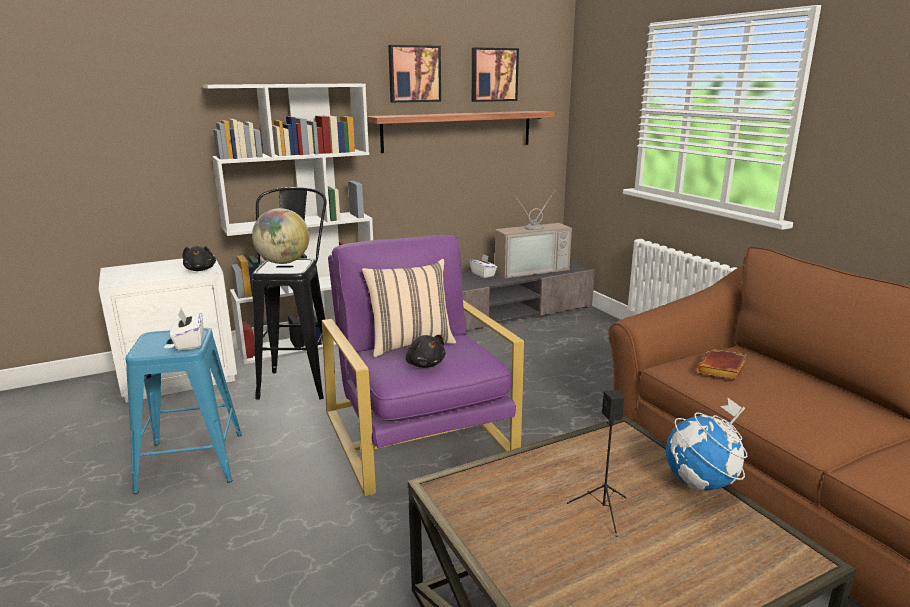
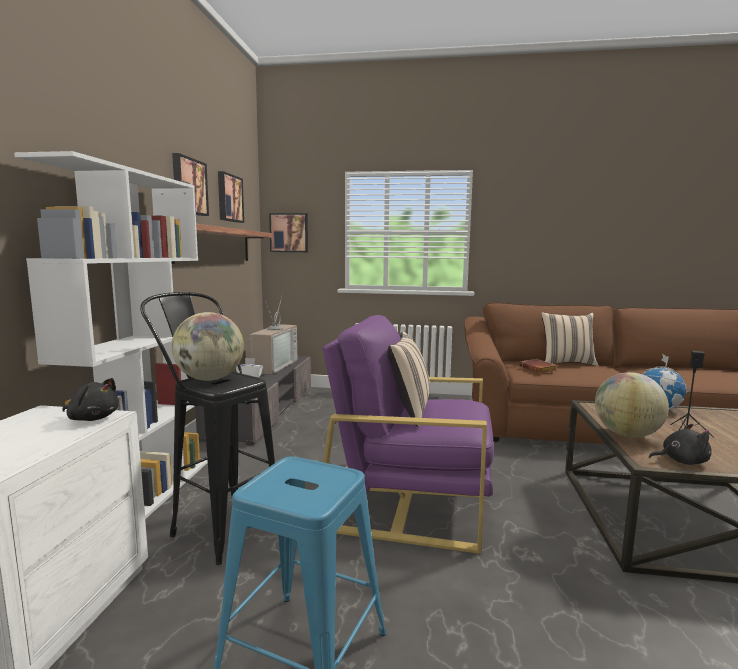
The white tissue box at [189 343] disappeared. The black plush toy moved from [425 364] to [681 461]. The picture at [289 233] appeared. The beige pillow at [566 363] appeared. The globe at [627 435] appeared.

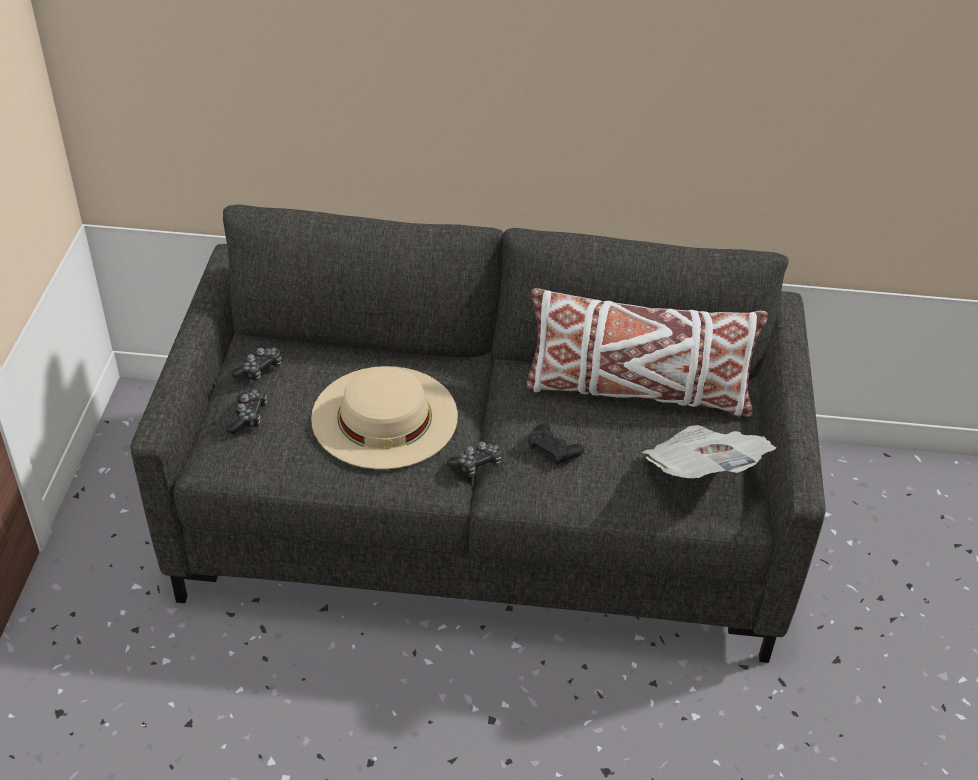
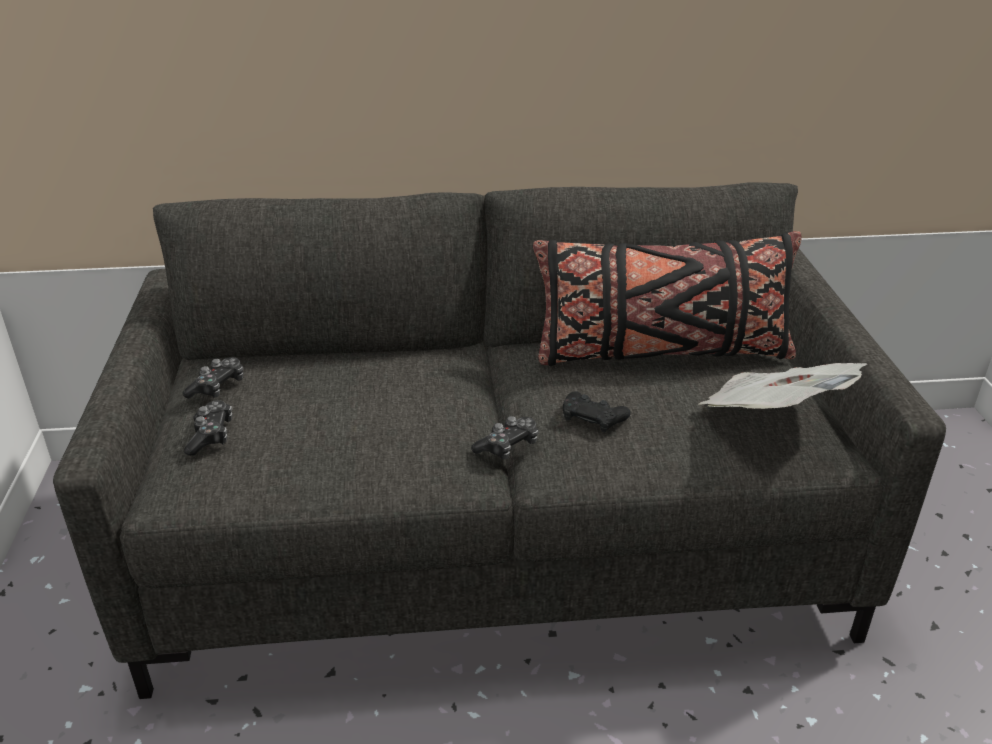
The white pillow at [637 391] became the black pillow at [661 352]. The beige hat at [384 416] disappeared.

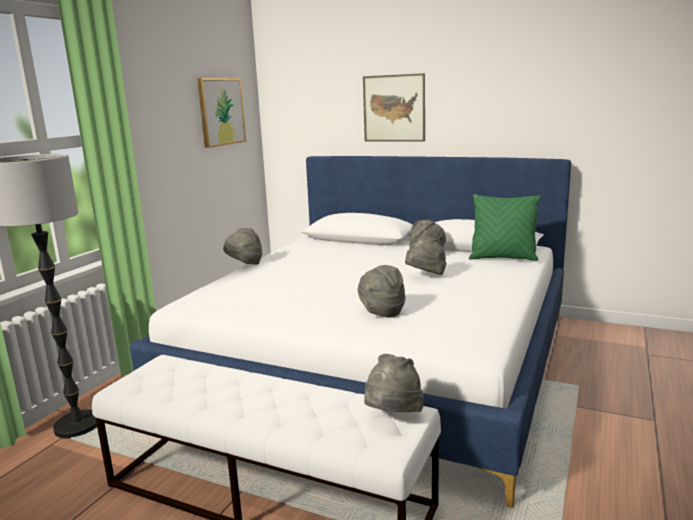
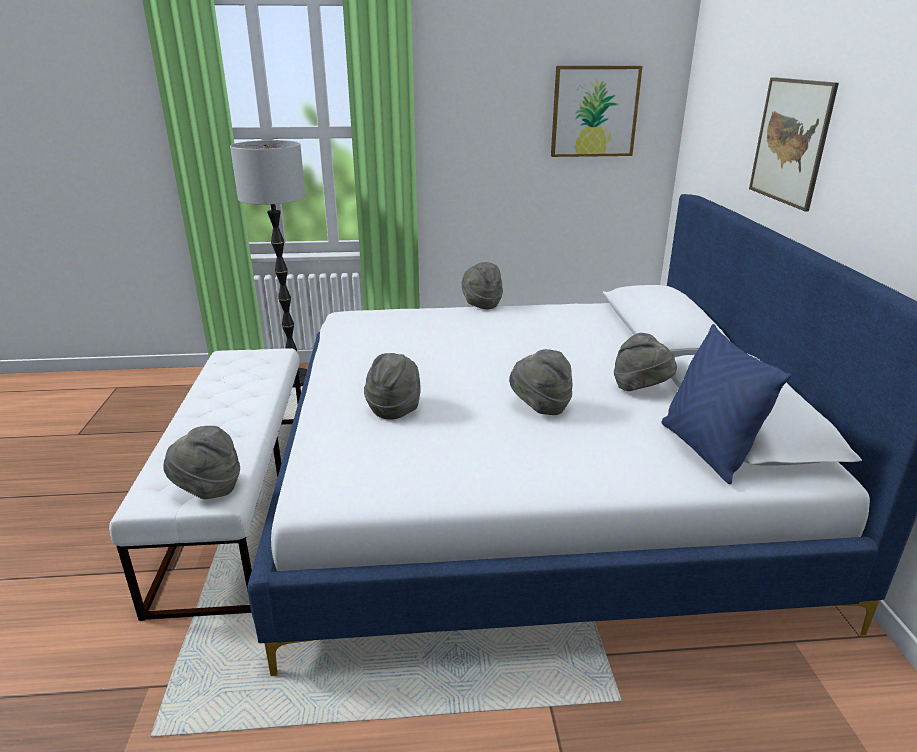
The green pillow at [502 258] became the blue pillow at [706 450].

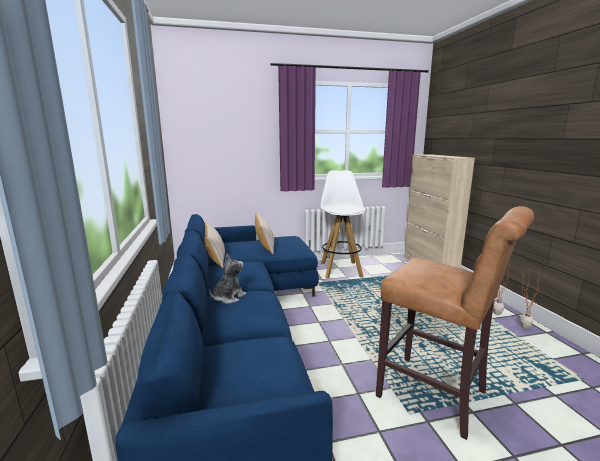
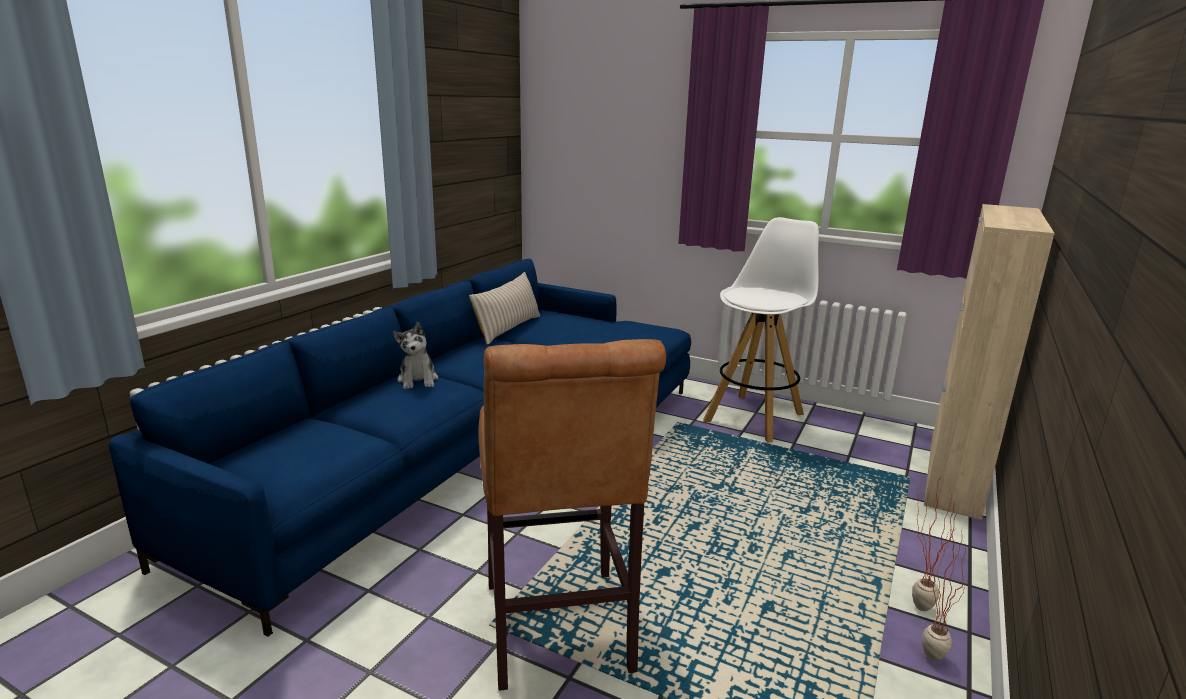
The beige pillow at [264 245] disappeared. The plush toy at [228 297] turned 90 degrees clockwise.

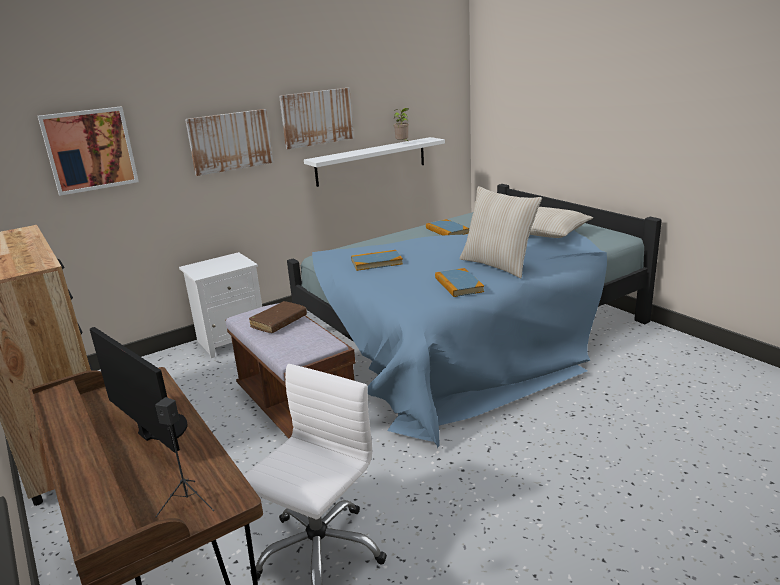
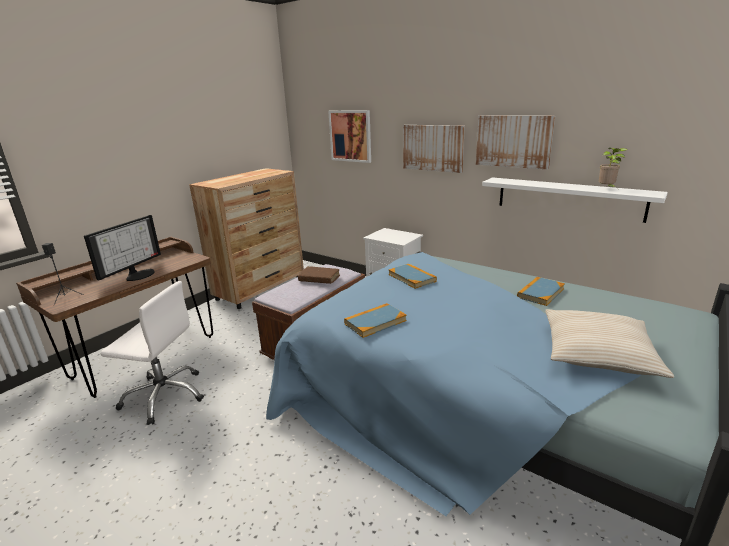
The beige pillow at [498 265] disappeared.

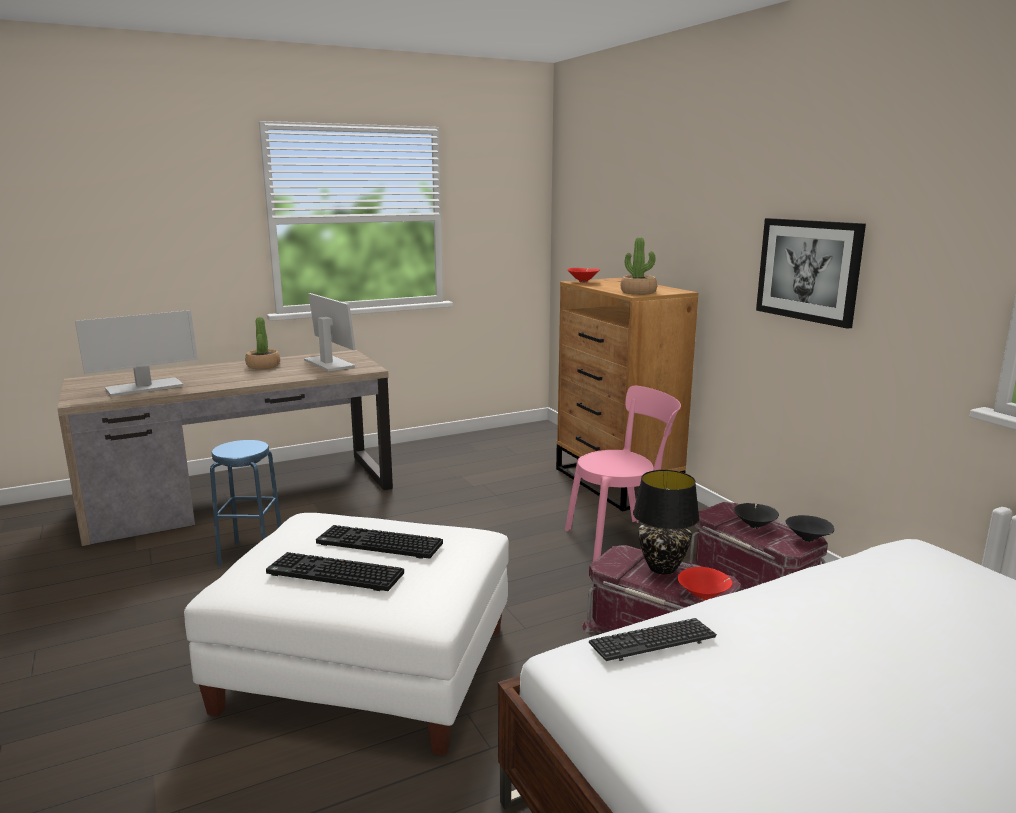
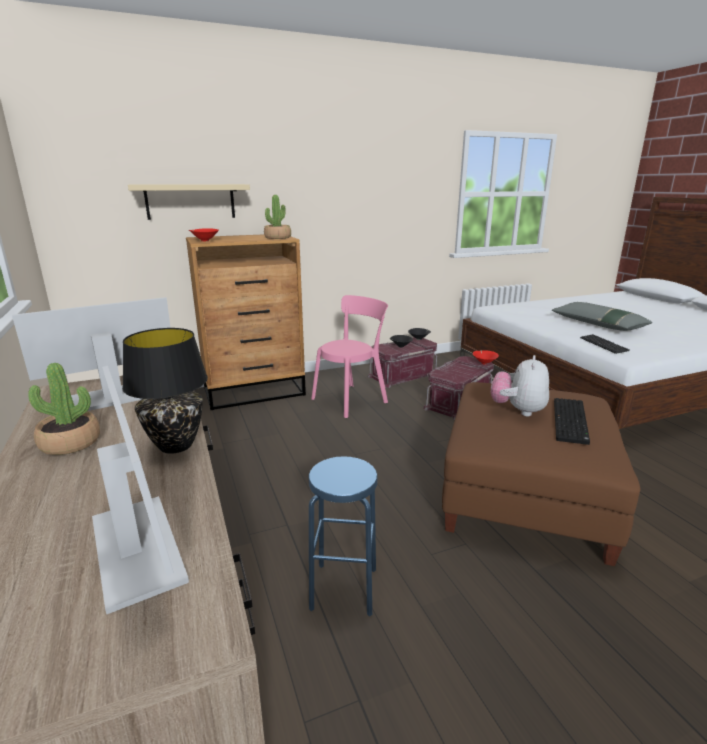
The picture at [808 270] disappeared. The pink chair at [622 542] turned 60 degrees clockwise. The black table lamp moved from [661 568] to [175 446]. The white ottoman at [366 668] became the brown ottoman at [525 494]. The keyboard at [377 544] was replaced by the plush toy at [518 410]. The beige shelf at [190 201] appeared. The grey pillow at [597 324] appeared.

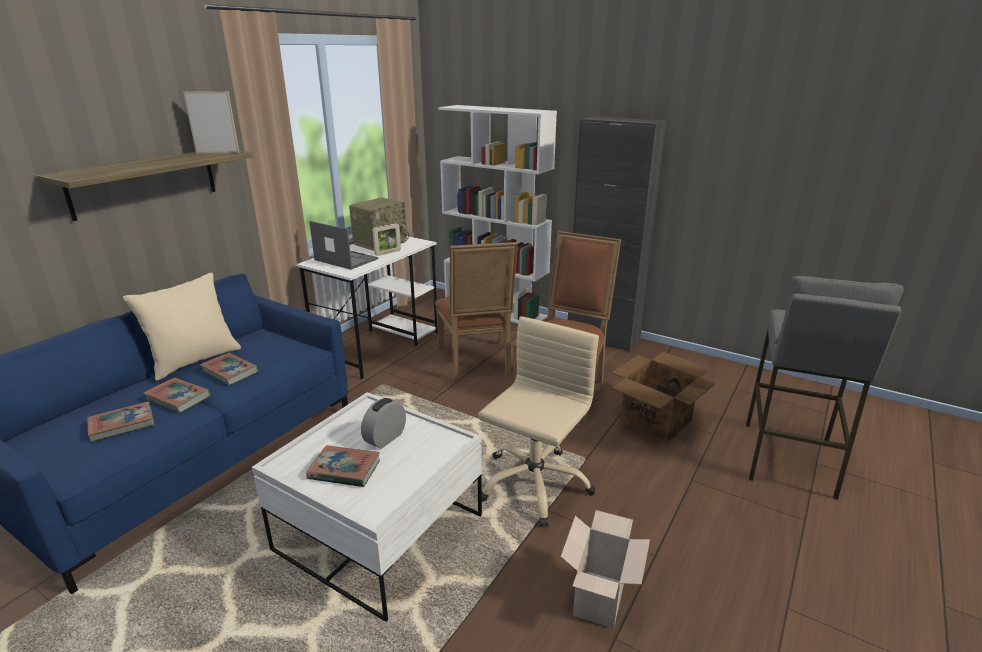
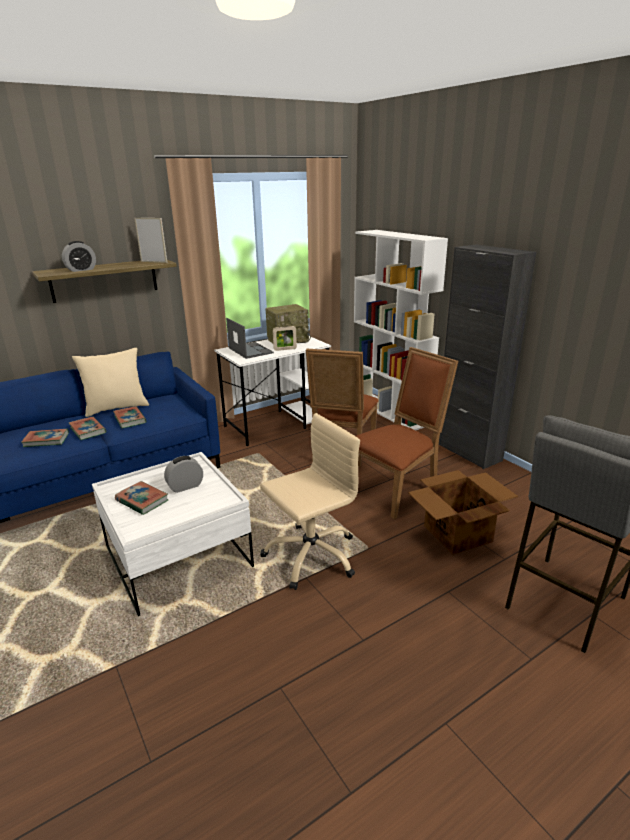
The cardboard box at [600 601] disappeared. The alarm clock at [81 270] appeared.

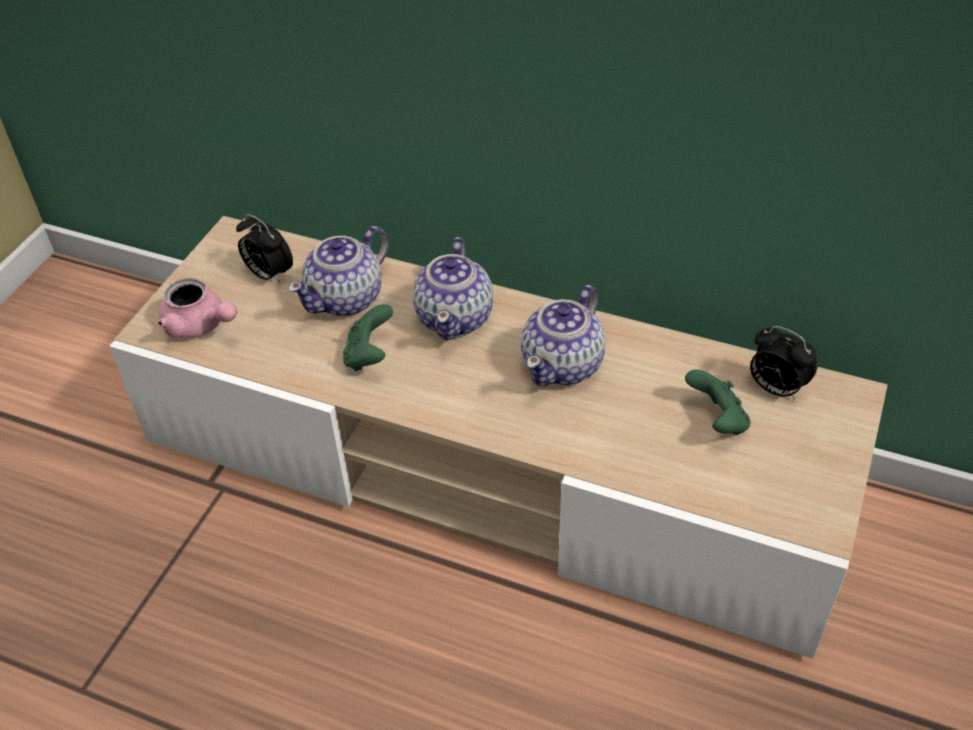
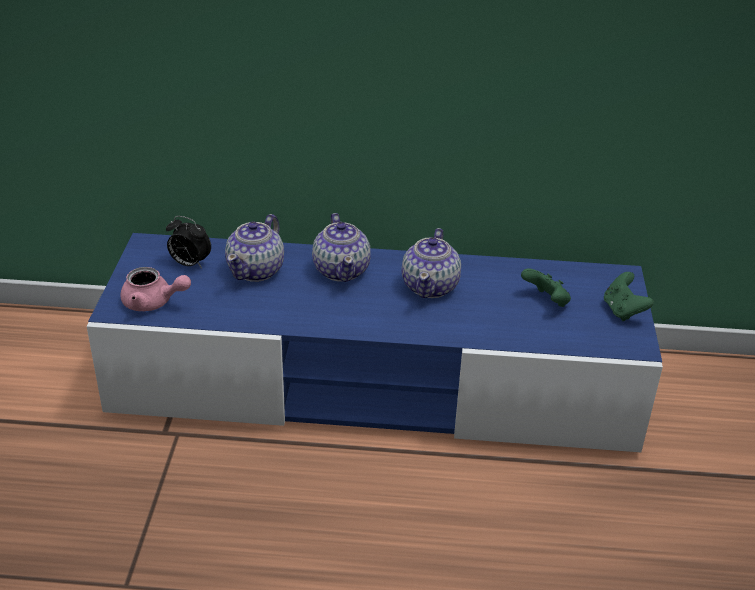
The beige tv stand at [490 466] became the blue tv stand at [374 384]. The green game controller moved from [369 355] to [623 311]. The alarm clock at [775 388] disappeared.

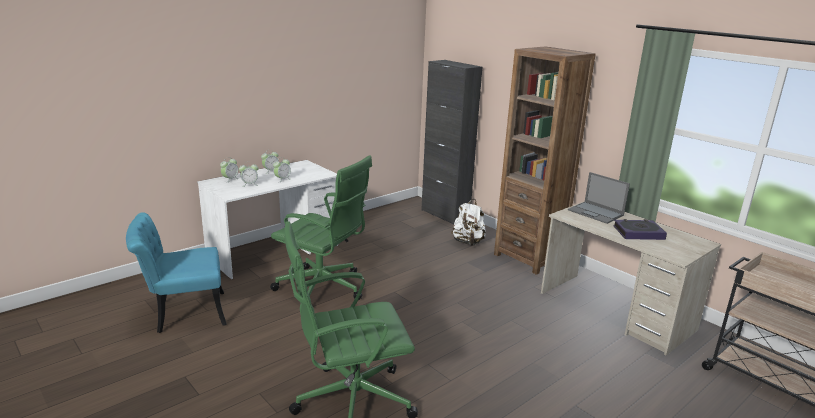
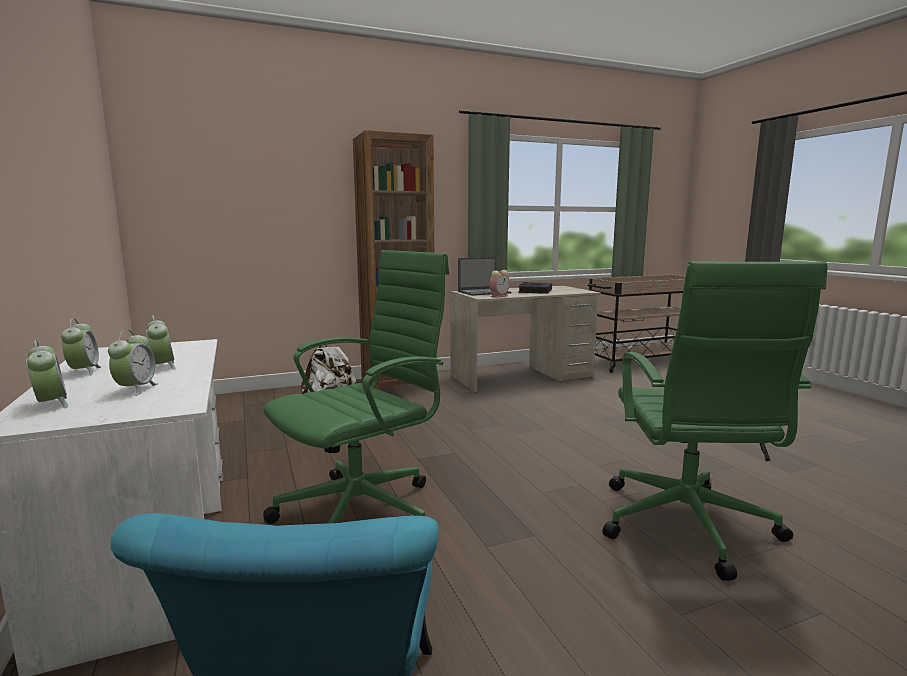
The black cabinet at [445 215] disappeared. The alarm clock at [499 296] appeared.

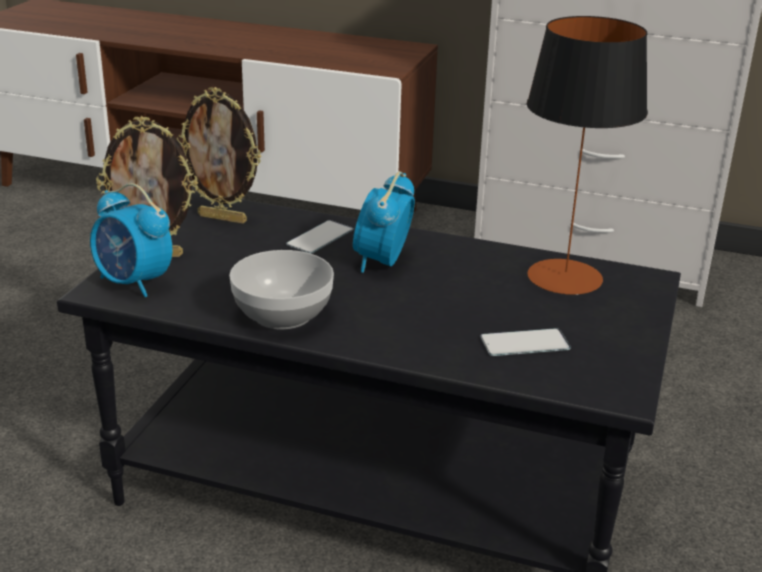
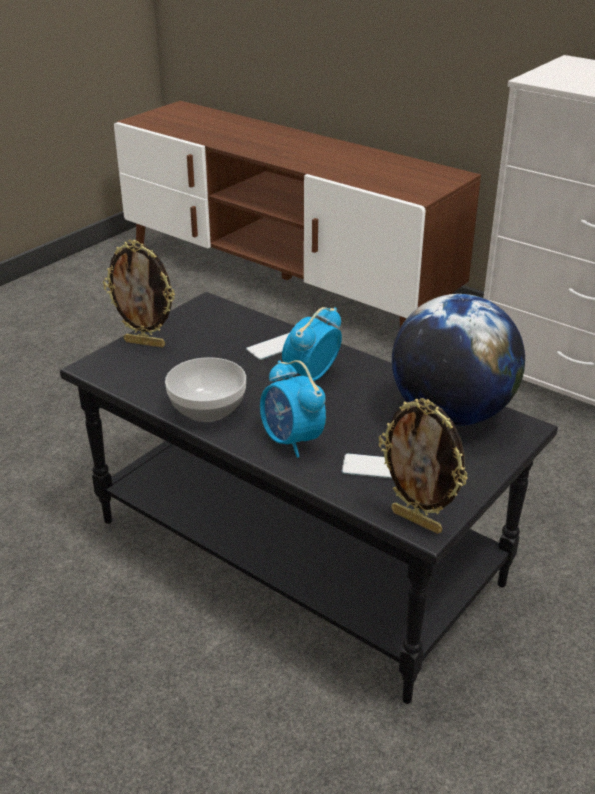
The table lamp at [565 277] was replaced by the globe at [451 414]. The picture frame moved from [223 218] to [417 521]. The alarm clock moved from [134 283] to [291 441].

